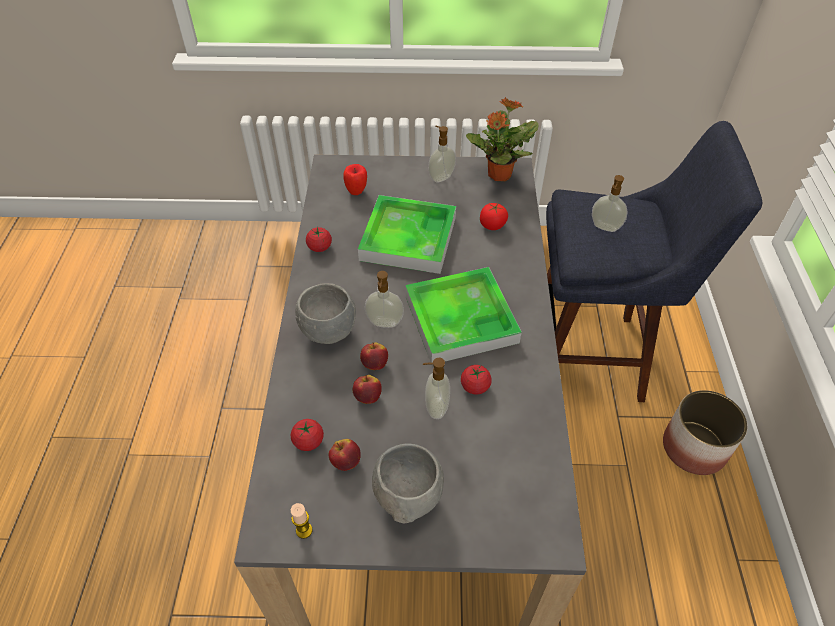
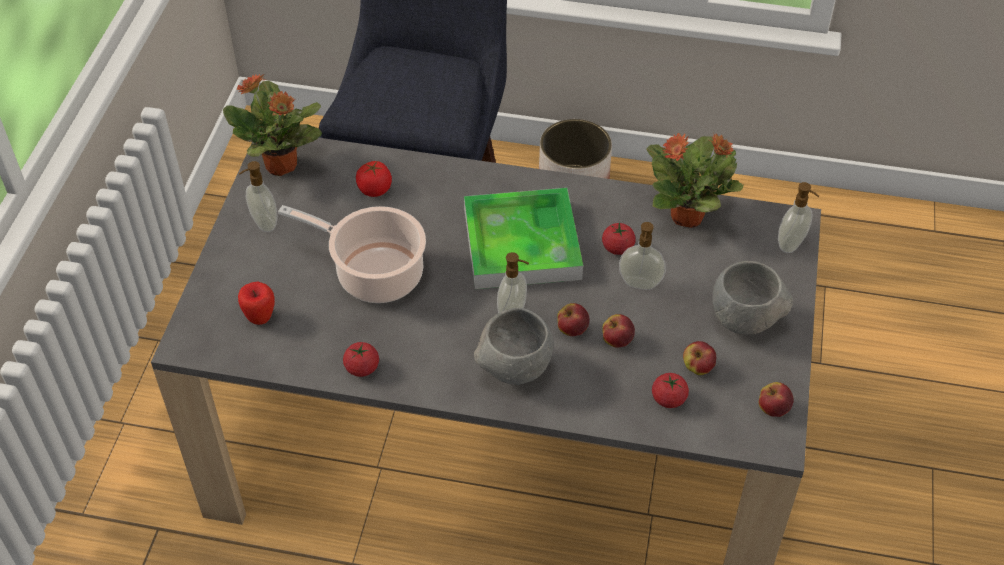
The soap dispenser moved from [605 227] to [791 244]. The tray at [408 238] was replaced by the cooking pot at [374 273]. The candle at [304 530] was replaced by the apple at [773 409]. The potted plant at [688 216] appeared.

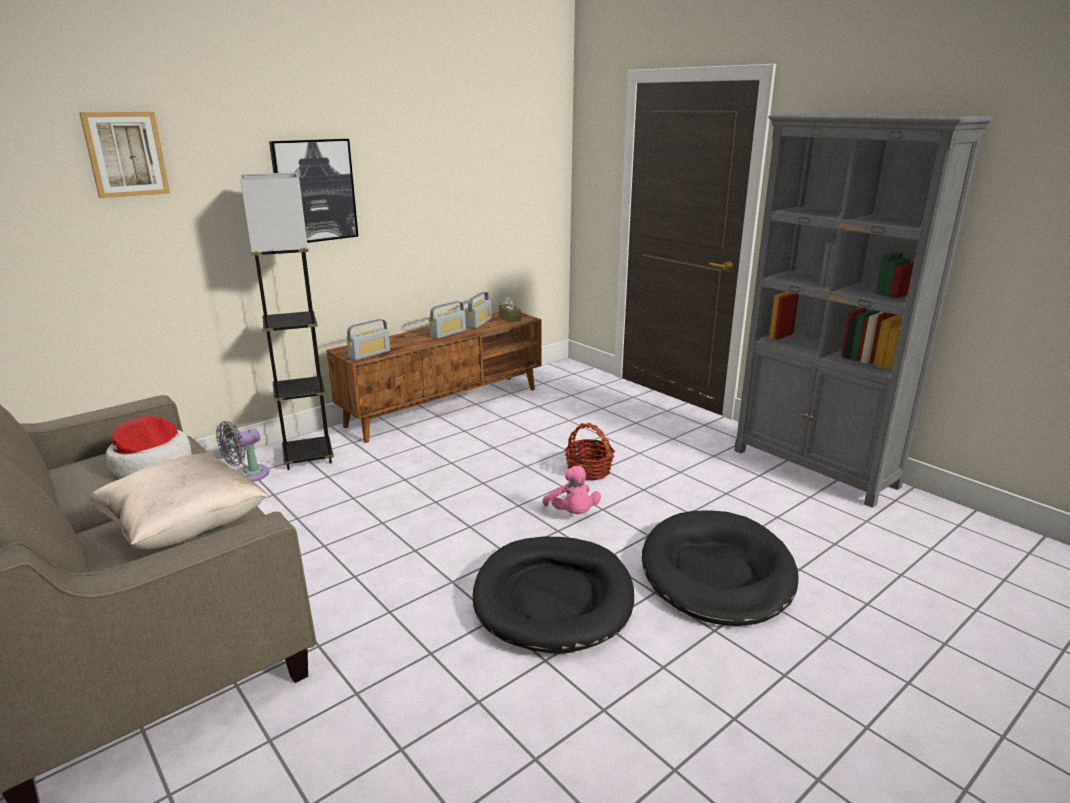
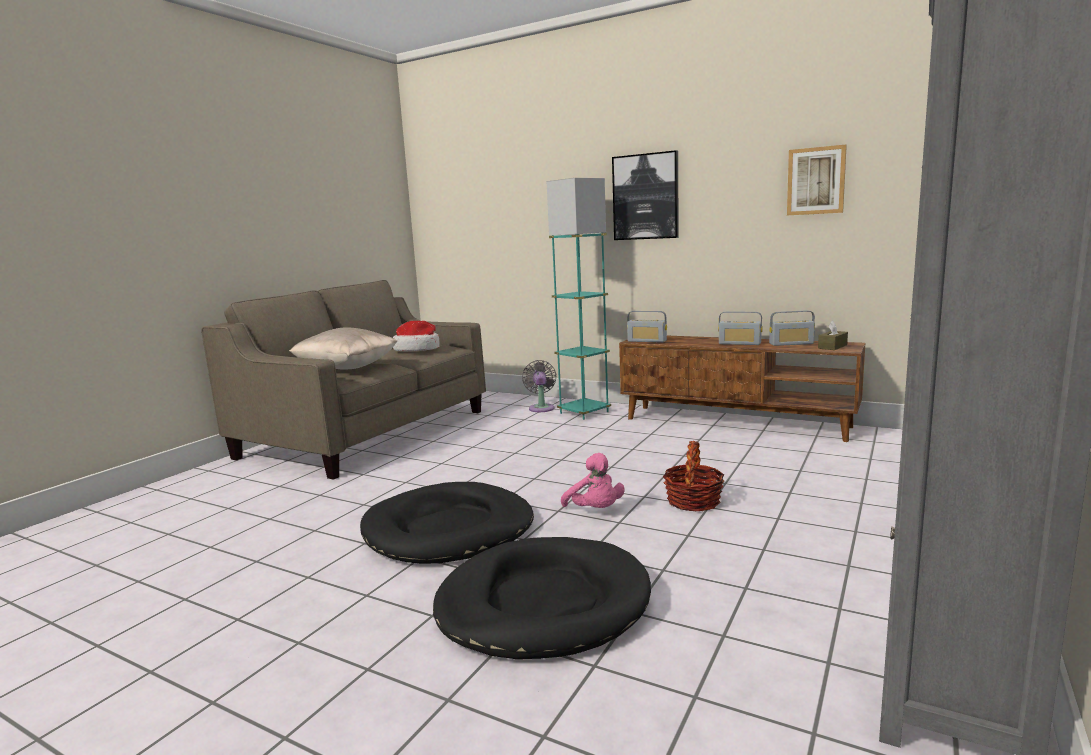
The picture moved from [126 154] to [816 181]. The grey floor lamp at [308 457] became the turquoise floor lamp at [584 412]. The grey fan at [247 475] turned 60 degrees clockwise. The pink plush toy at [572 513] turned 75 degrees counterclockwise.

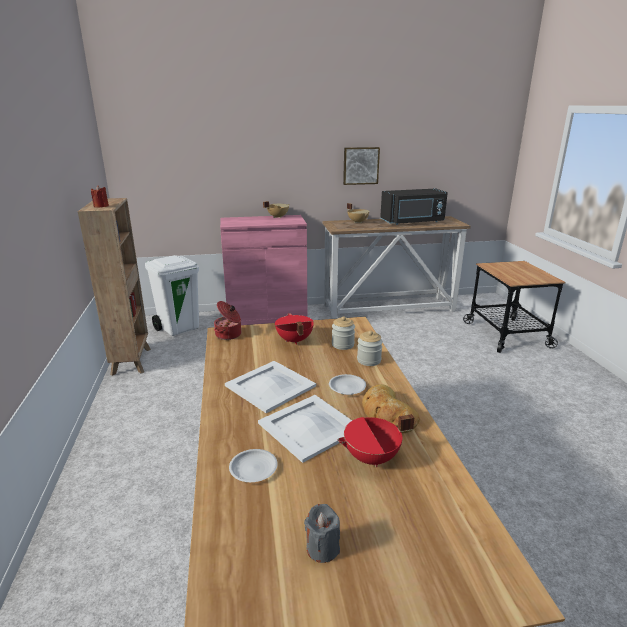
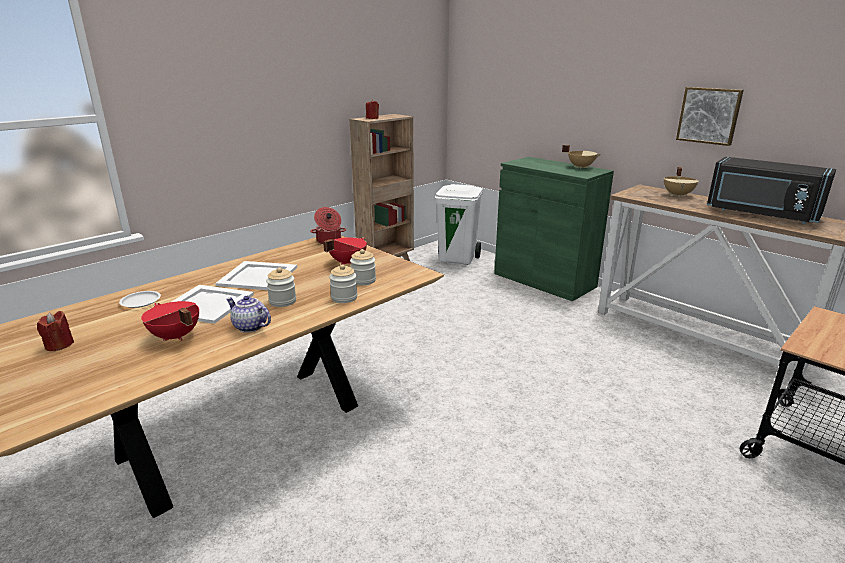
The pink cabinet at [266 315] became the green cabinet at [544 280]. The white plate at [347 387] was replaced by the jar at [282 301]. The bread at [387 414] was replaced by the teapot at [249 327]. The grey candle at [322 548] became the red candle at [59 345].

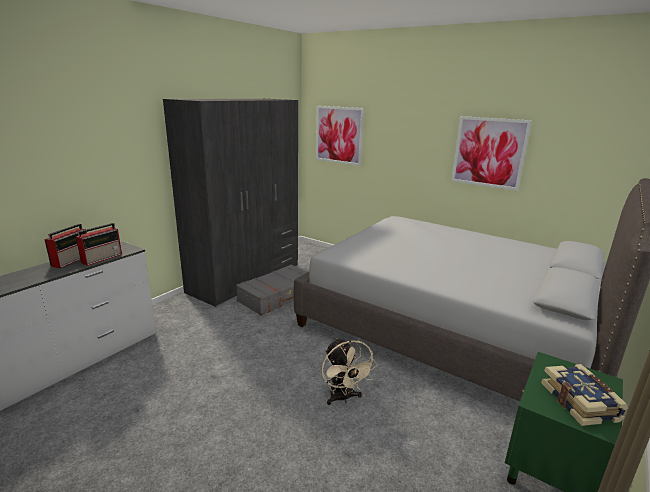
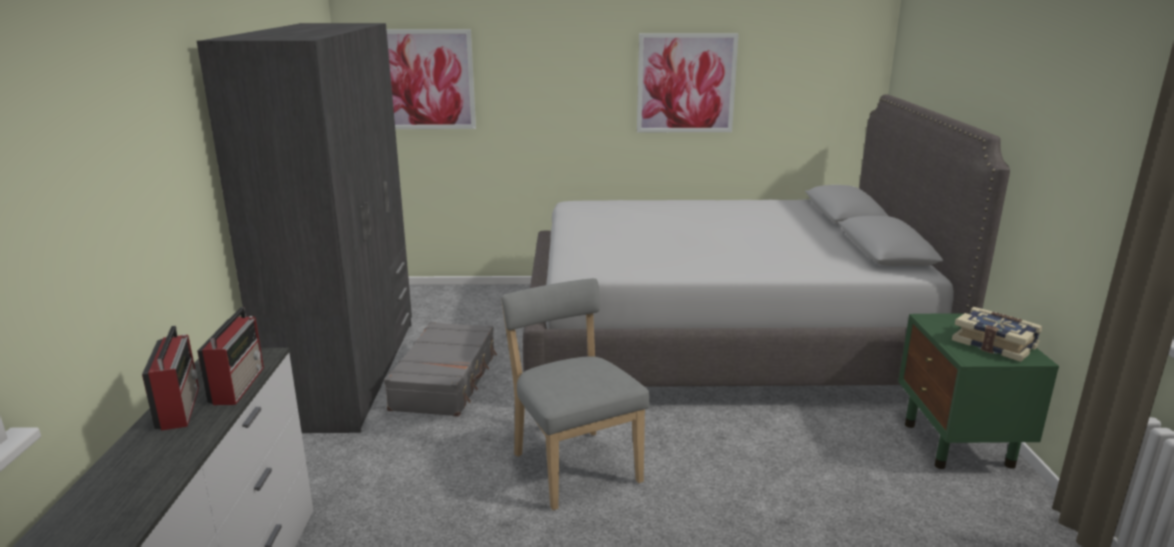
The beige fan at [343 398] disappeared. The grey chair at [573 465] appeared.

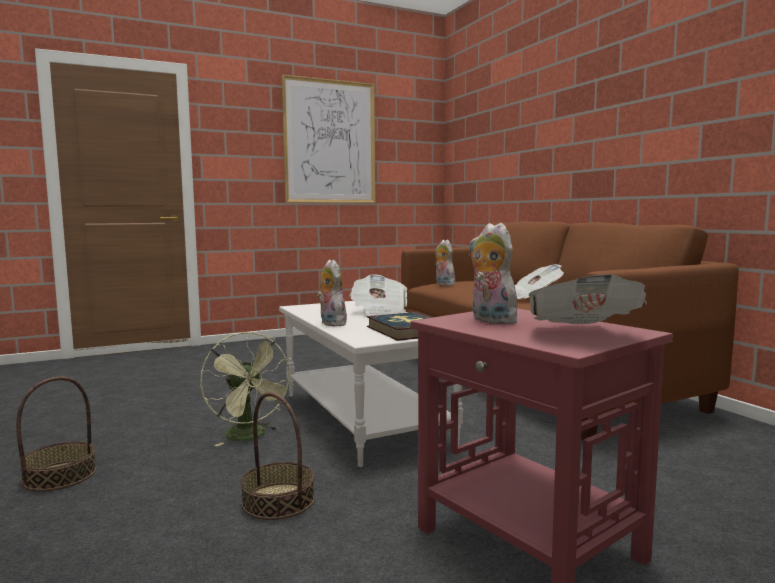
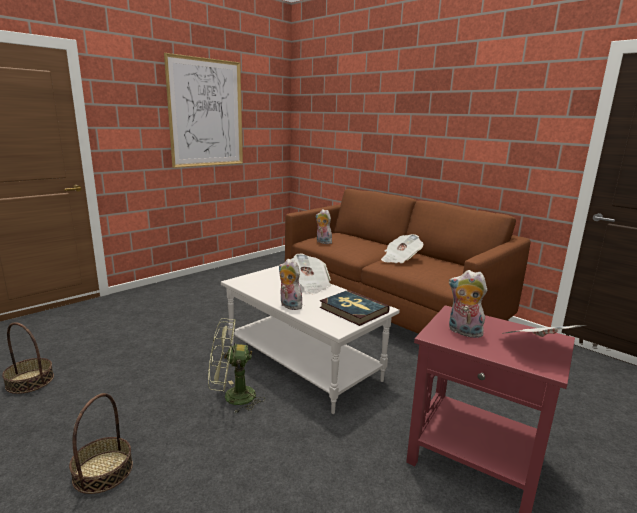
The green fan at [250 437] turned 135 degrees clockwise. The basket moved from [278 501] to [30 381].

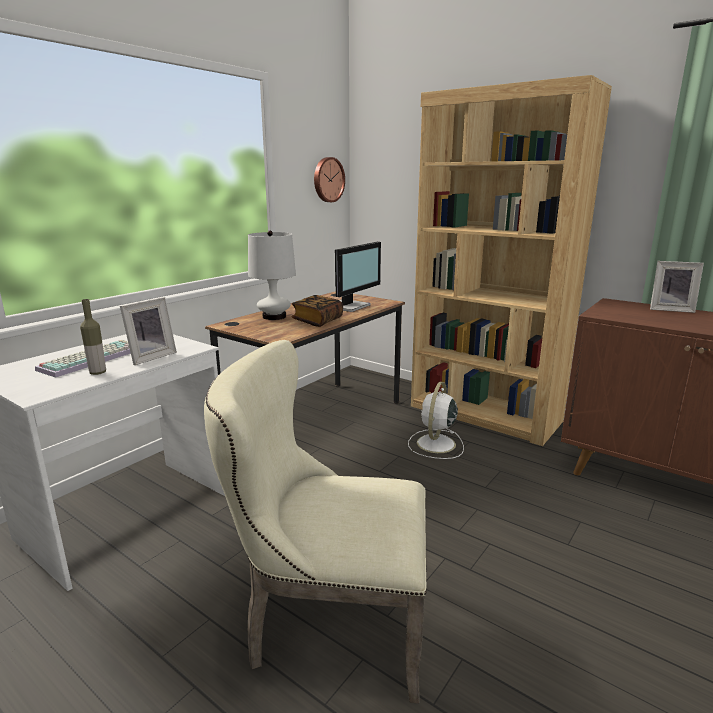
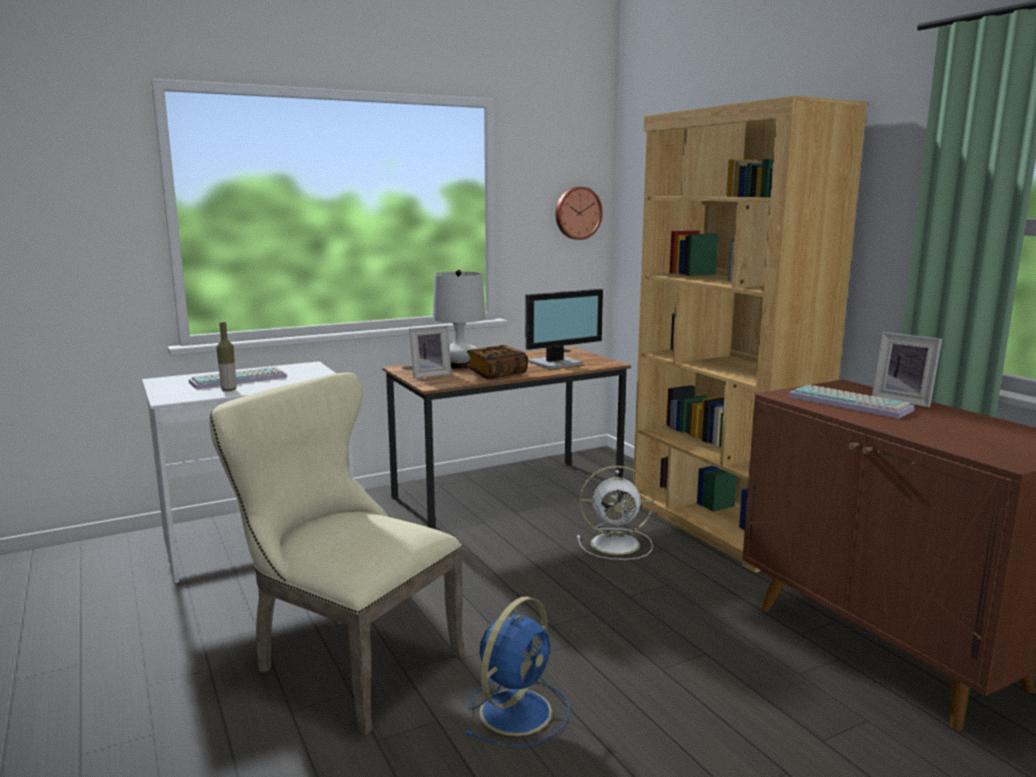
The picture frame moved from [150 357] to [429 374]. The white fan at [435 444] turned 135 degrees counterclockwise. The keyboard at [851 403] appeared. The blue fan at [517 710] appeared.

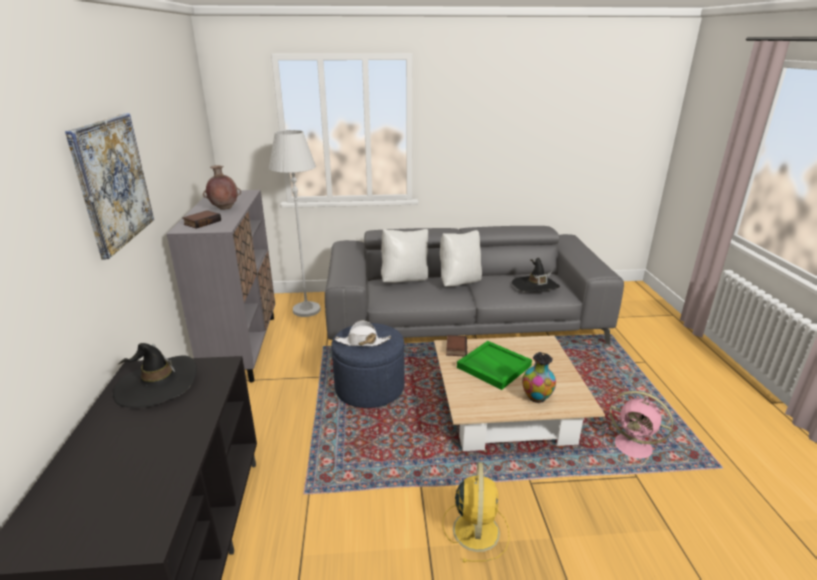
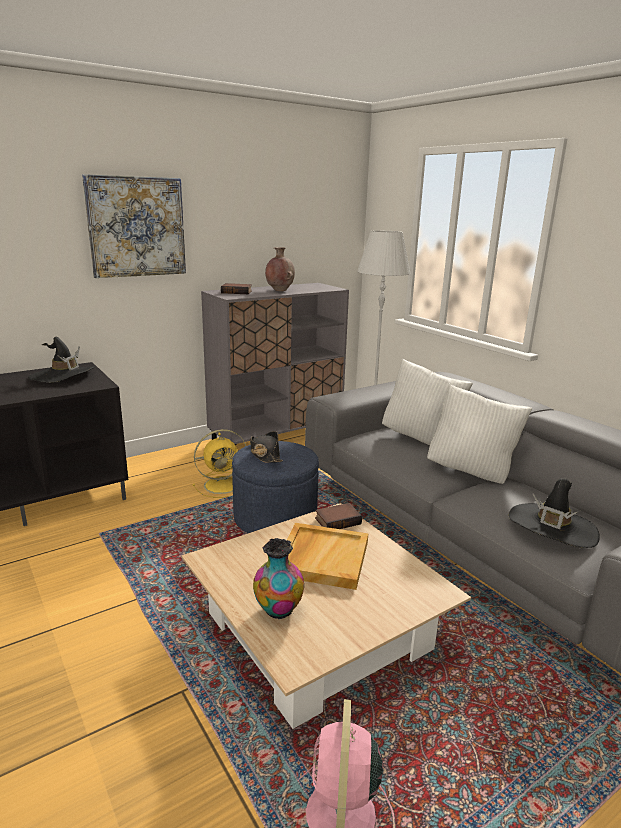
The white hat at [362 342] became the black hat at [264 454]. The green tray at [493 366] became the beige tray at [322 557]. The yellow fan moved from [476 529] to [223 485].

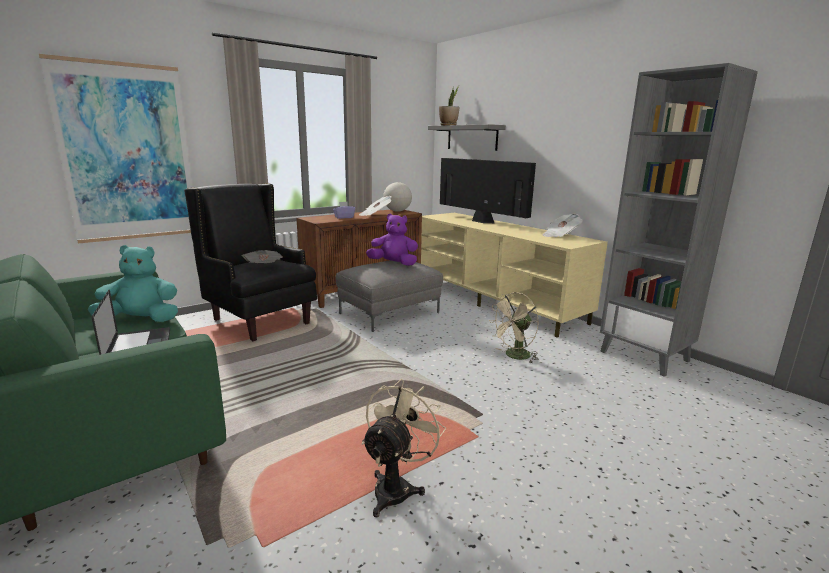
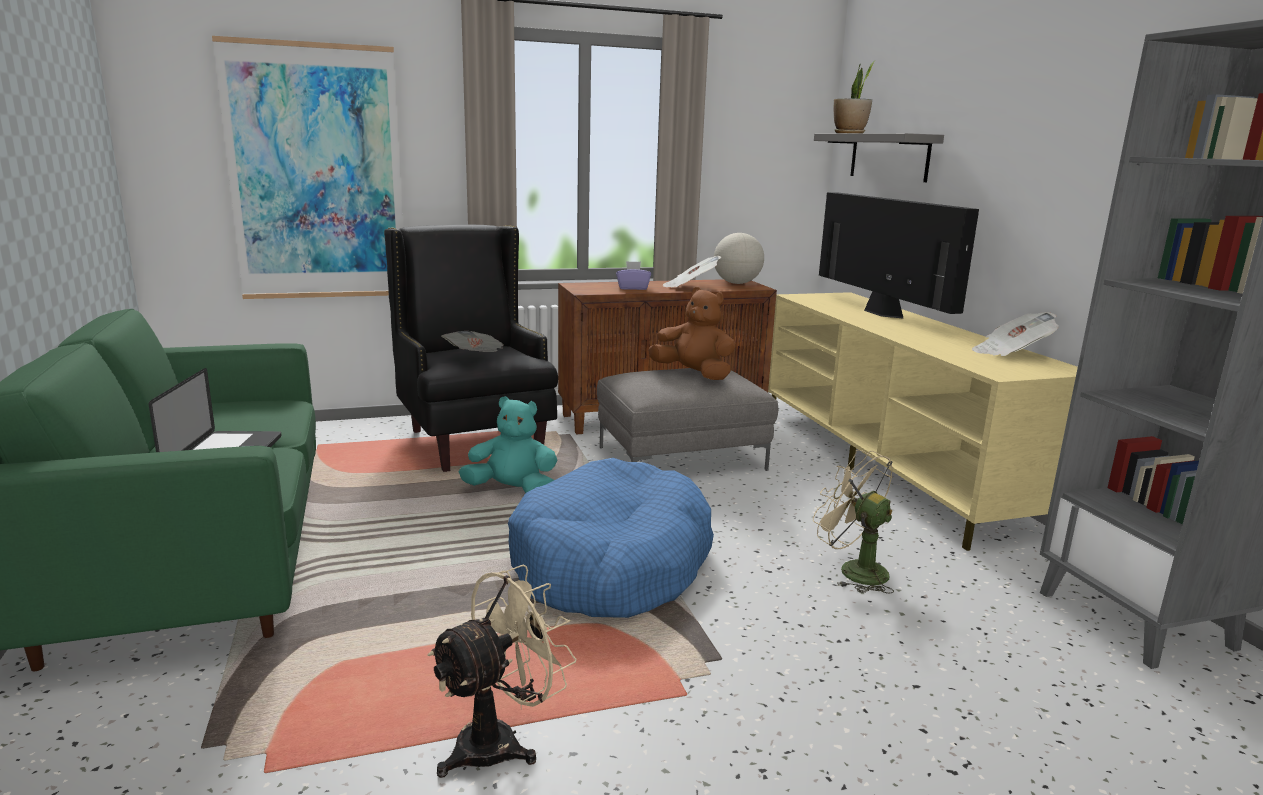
The purple plush toy at [393 264] became the brown plush toy at [694 374]. The turquoise plush toy moved from [141 320] to [512 491]. The beige fan at [514 356] turned 60 degrees clockwise. The blue dog bed at [611 564] appeared.

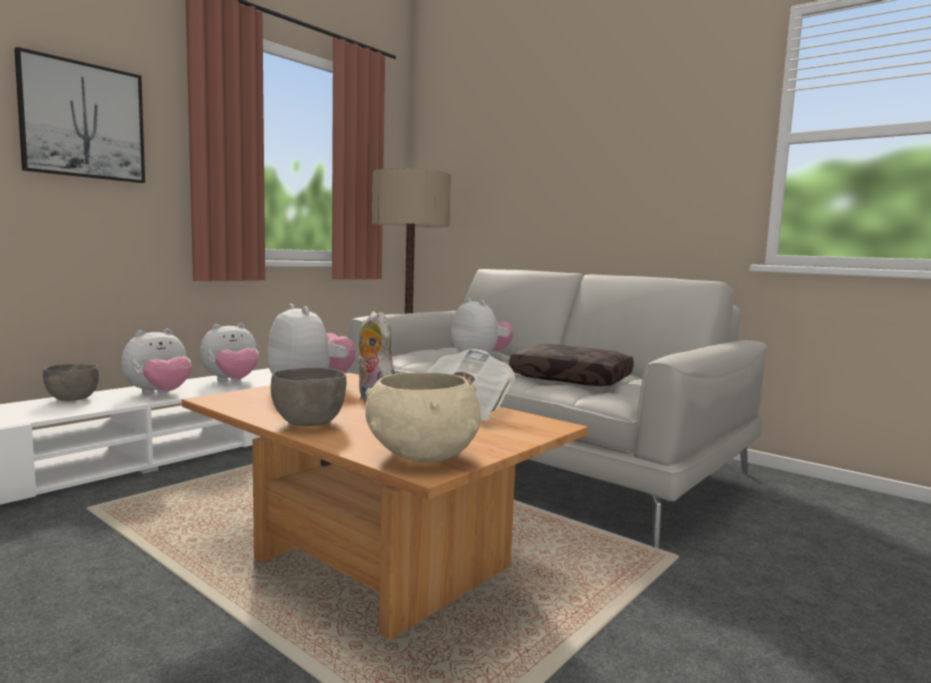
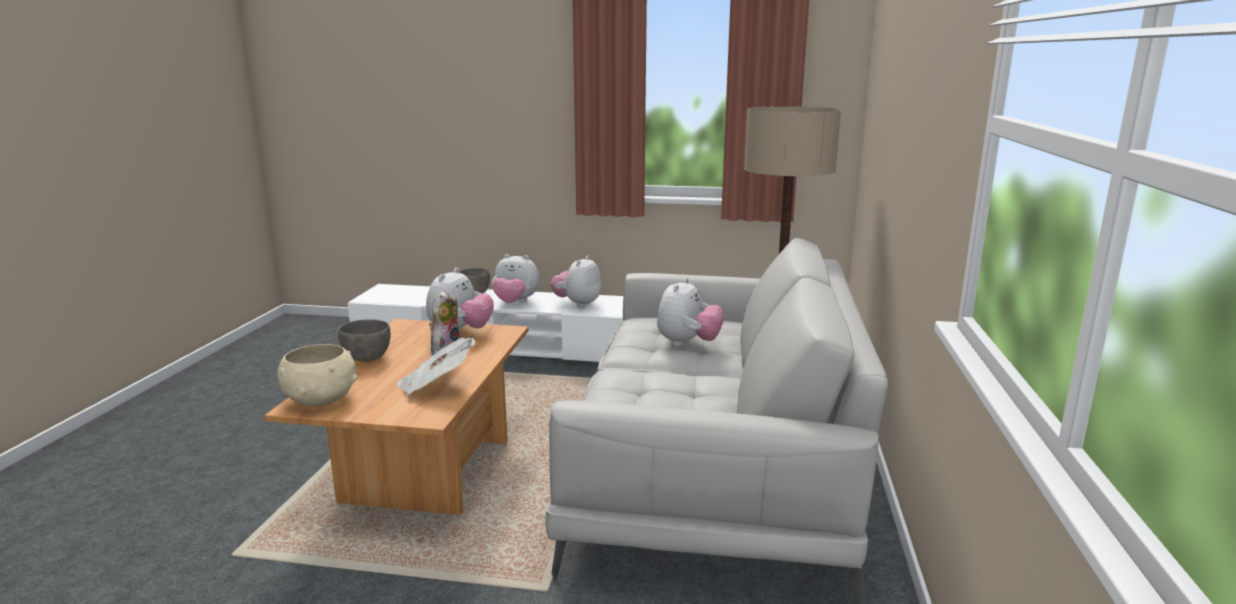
The picture at [83 121] disappeared. The plush toy at [231 381] turned 90 degrees clockwise. The brown pillow at [572 379] disappeared.

